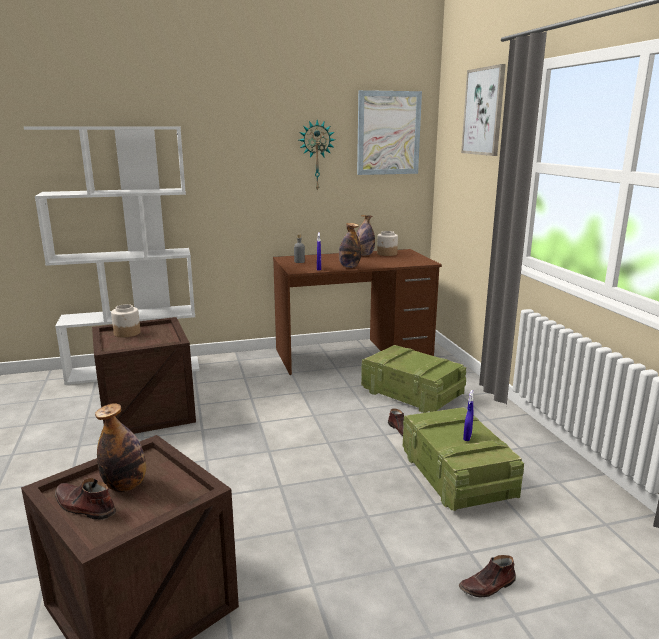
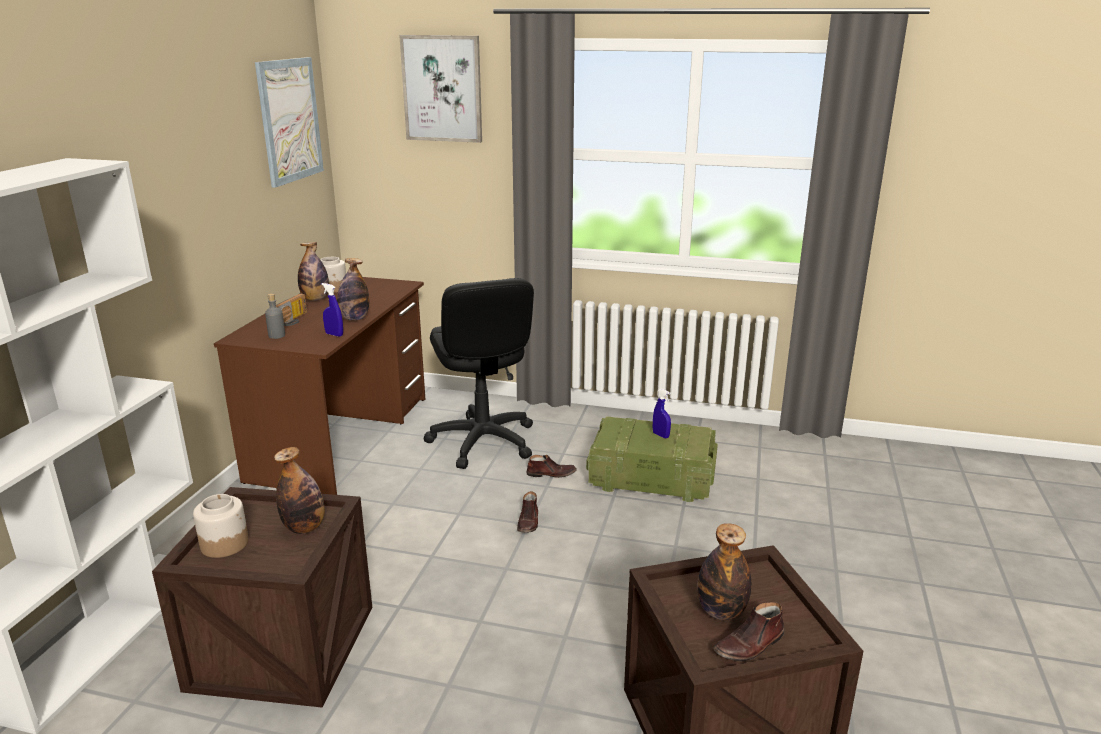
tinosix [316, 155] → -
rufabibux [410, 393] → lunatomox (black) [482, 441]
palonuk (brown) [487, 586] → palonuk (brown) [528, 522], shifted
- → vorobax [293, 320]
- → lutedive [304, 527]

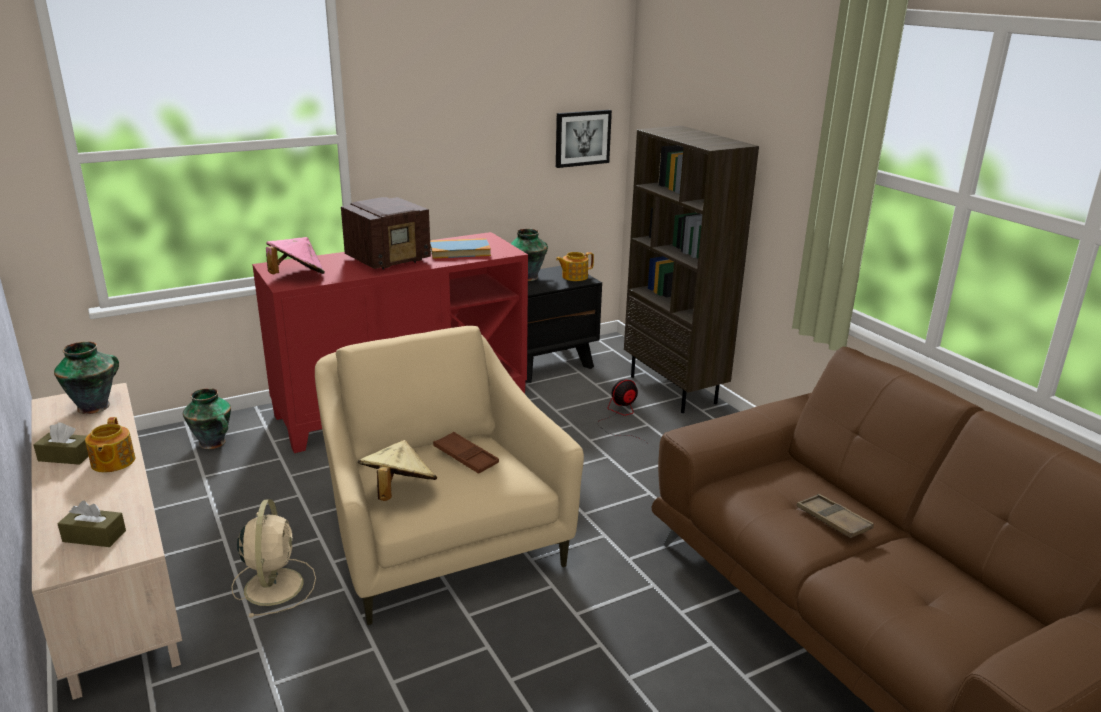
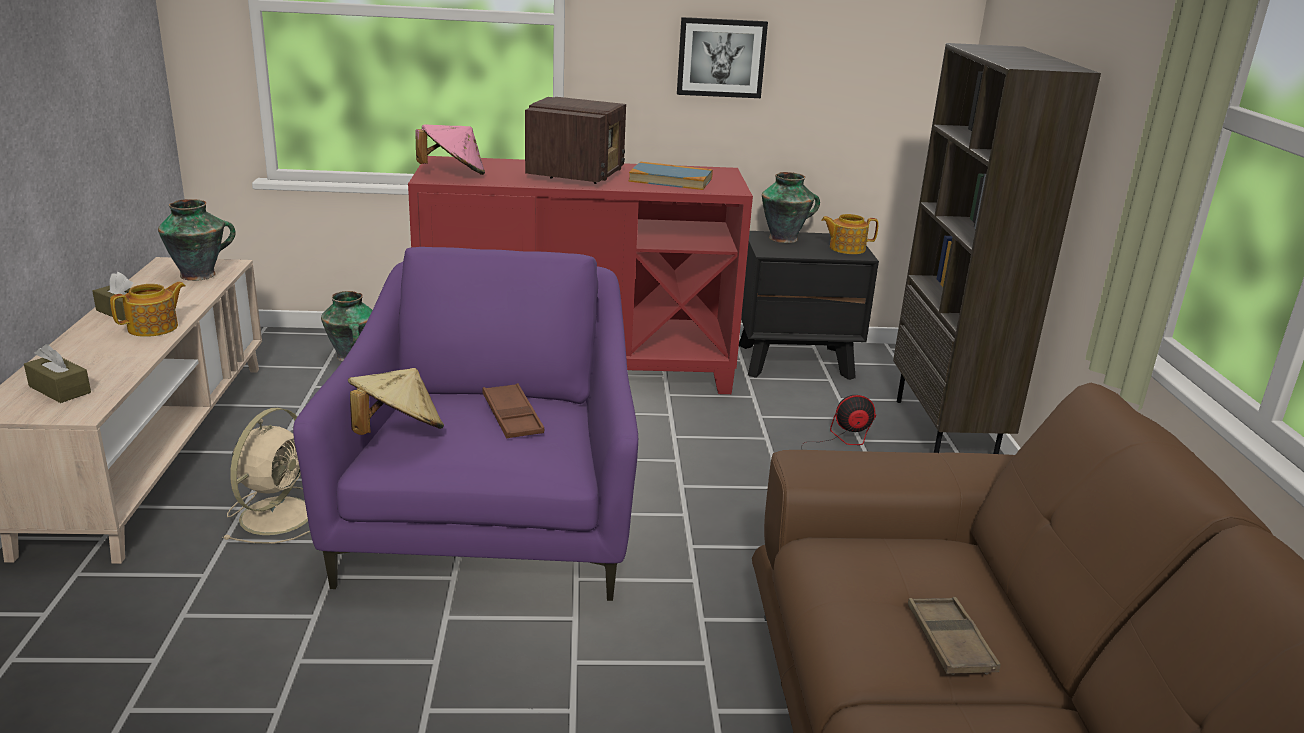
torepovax [582, 138] → torepovax [721, 57], shifted
vorobax [389, 259] → vorobax [577, 174], 60 degrees counterclockwise
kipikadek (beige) [439, 539] → kipikadek (purple) [491, 521]
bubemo [112, 462] → bubemo [154, 327], 150 degrees counterclockwise

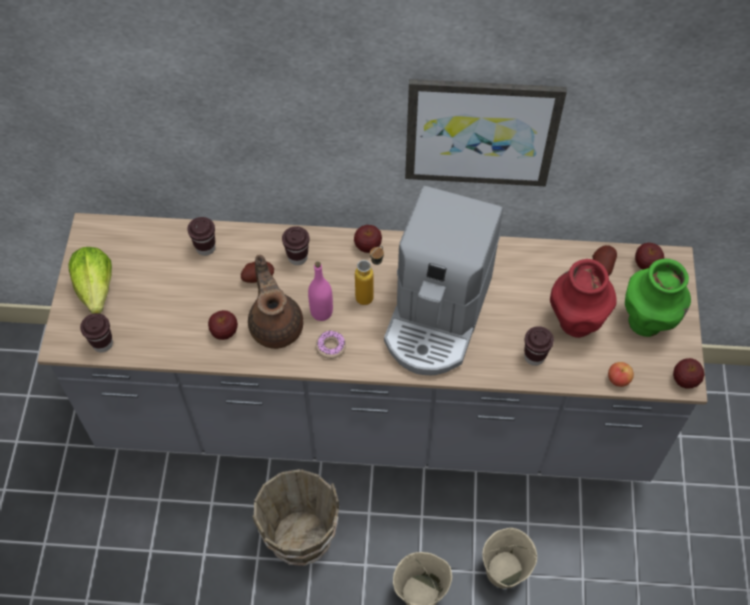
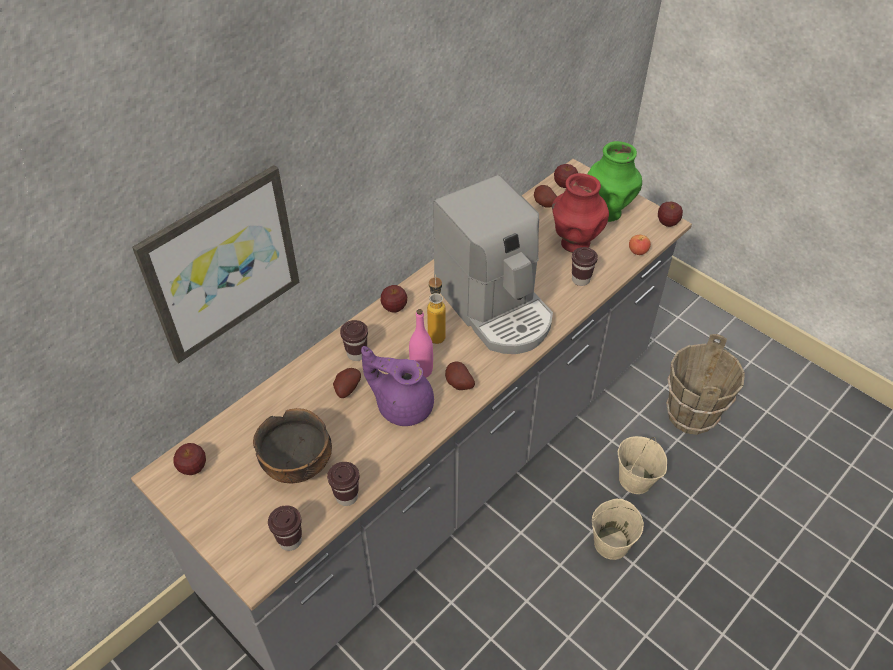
torepovax [481, 131] → torepovax [221, 263], shifted
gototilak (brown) [205, 248] → gototilak (brown) [346, 496], shifted
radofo [96, 288] → -
bubemo (brown) [276, 325] → bubemo (purple) [402, 405]
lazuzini [224, 332] → lazuzini [193, 467], shifted
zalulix [331, 347] → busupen [458, 384]
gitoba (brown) [300, 538] → gitoba (brown) [690, 415], shifted
- → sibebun [298, 464]

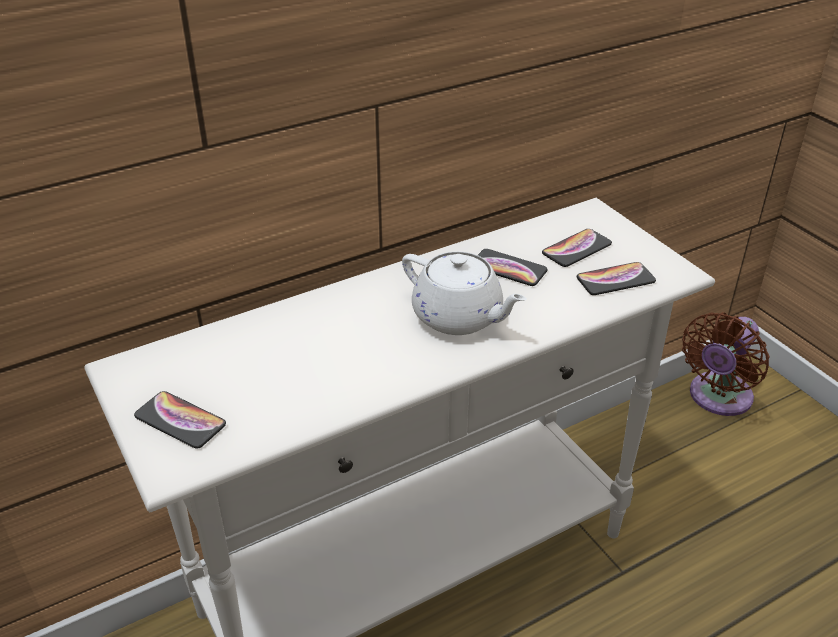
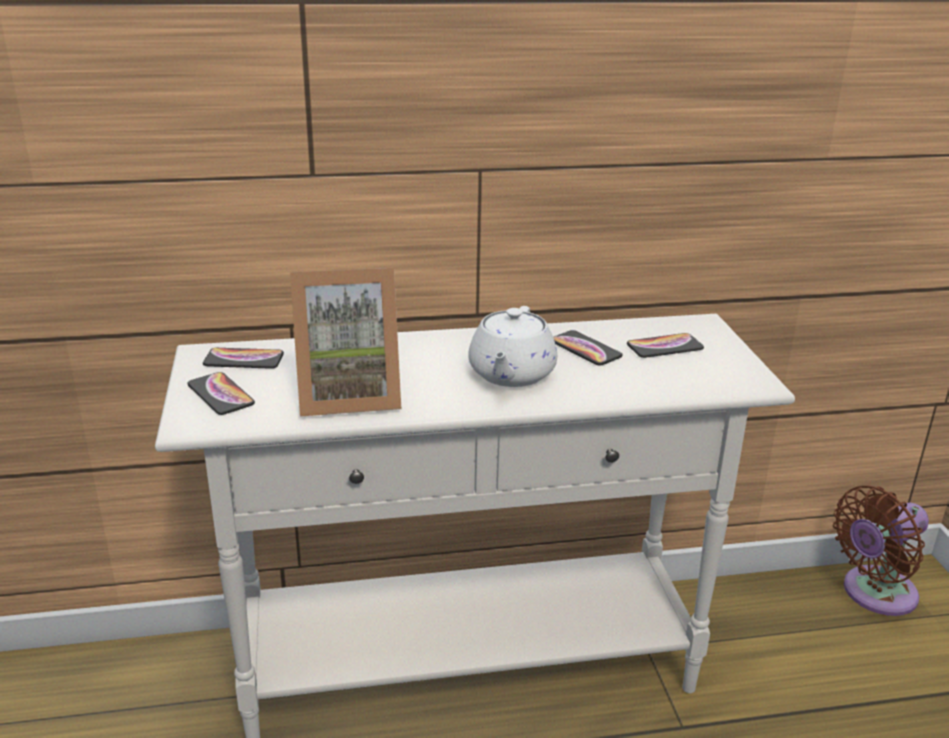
bubemo (white) [459, 317] → bubemo (white) [511, 374], 45 degrees clockwise
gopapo [615, 280] → gopapo [243, 360], shifted
- → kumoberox [348, 395]

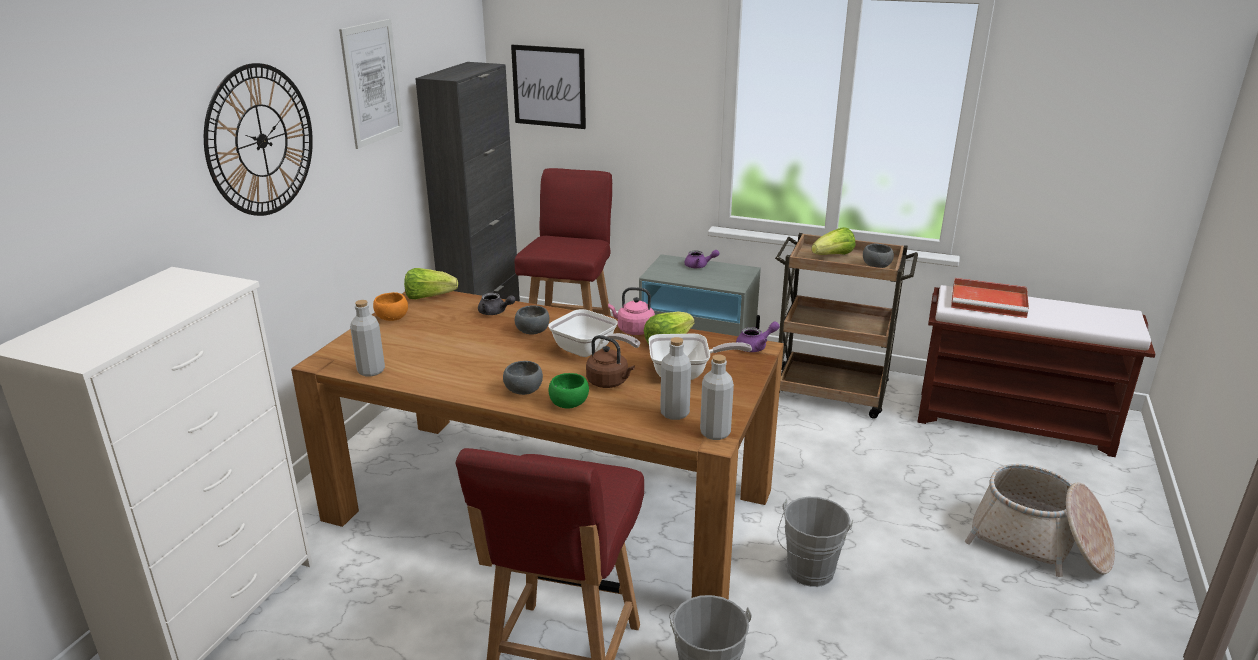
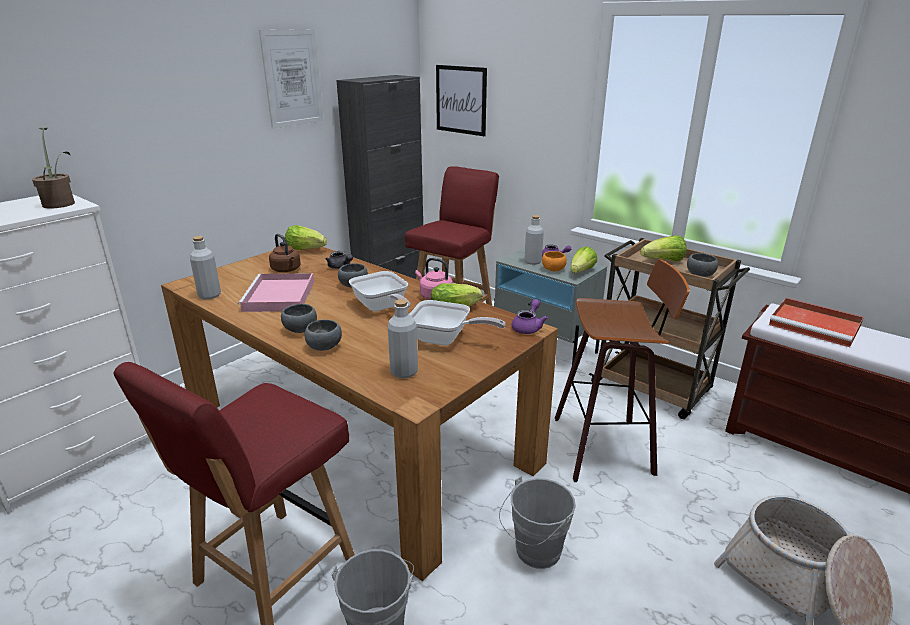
tinosix [261, 140] → -
sibebun (orange) [391, 318] → sibebun (orange) [552, 269], shifted
bubemo (purple) [755, 347] → bubemo (purple) [528, 327], 60 degrees counterclockwise
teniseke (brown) [609, 382] → teniseke (brown) [286, 270], shifted
lutedive (grey) [715, 433] → lutedive (grey) [532, 262], shifted
sibebun (green) [570, 404] → sibebun (grey) [325, 347]
- → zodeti [60, 203]
- → radofo [581, 271]
- → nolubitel [606, 446]
- → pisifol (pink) [279, 296]

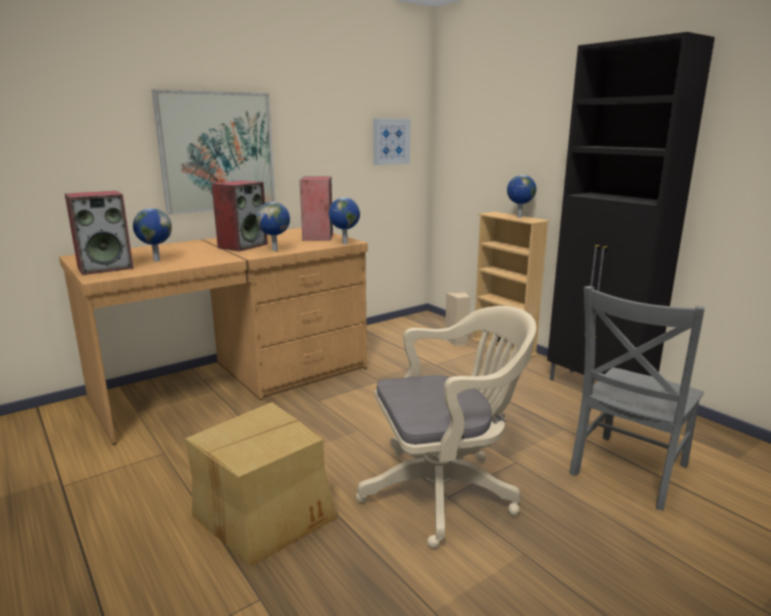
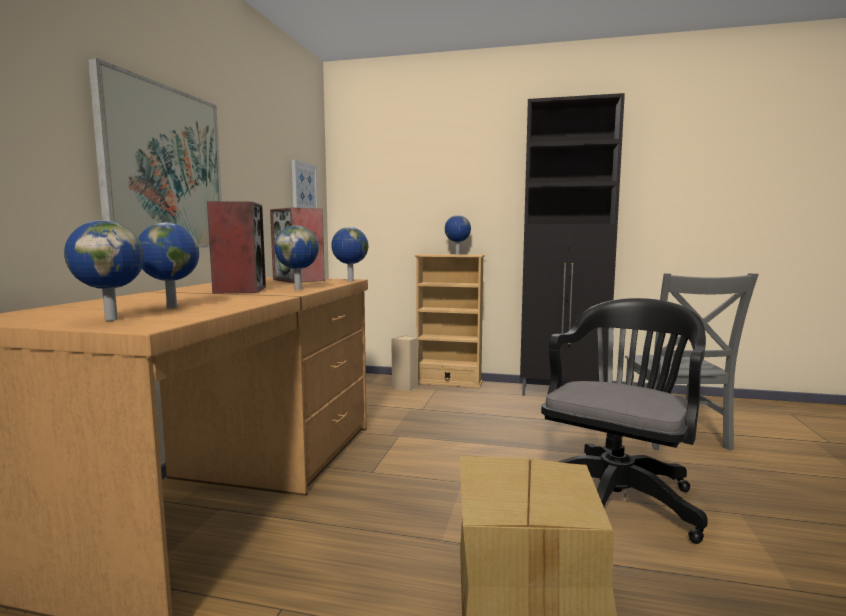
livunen [106, 267] → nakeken [112, 319]
lunatomox (beige) [445, 491] → lunatomox (black) [617, 497]

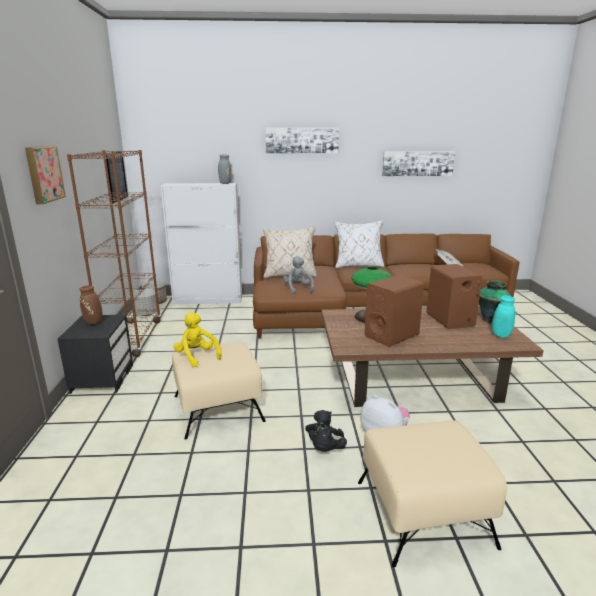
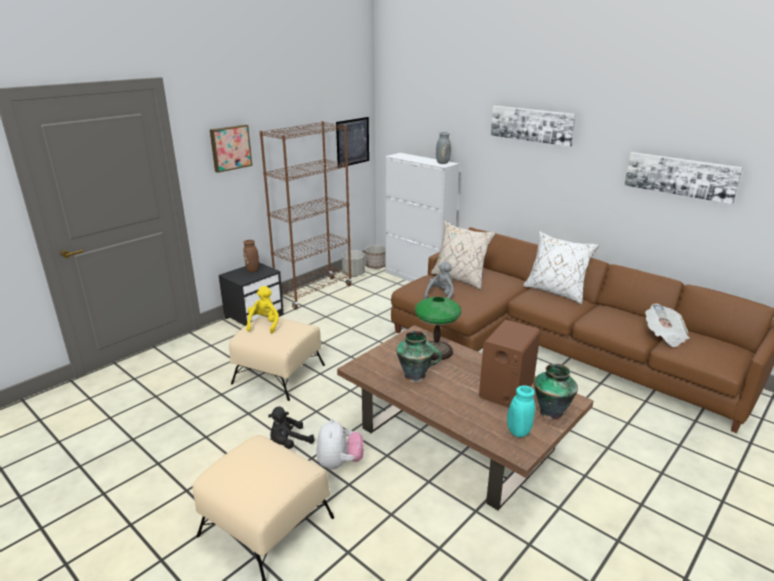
livunen (brown) [391, 335] → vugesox [416, 376]

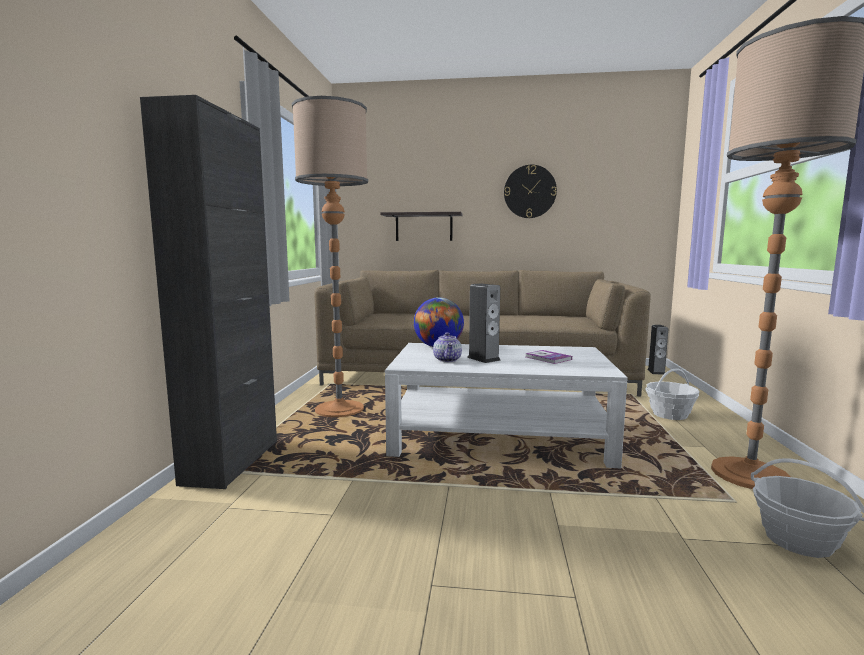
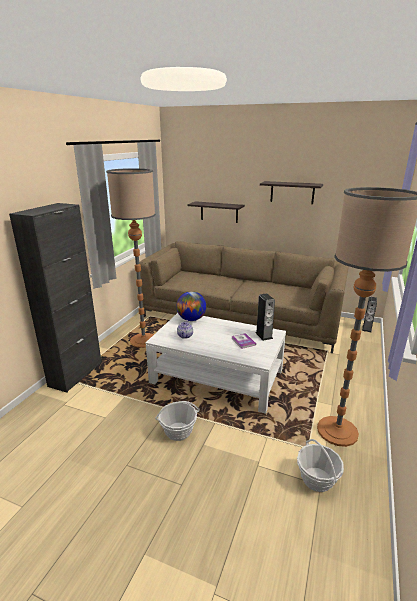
tinosix [530, 191] → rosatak [292, 192]
livunen [483, 358] → livunen [264, 335], shifted
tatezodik [670, 414] → tatezodik [178, 431], shifted

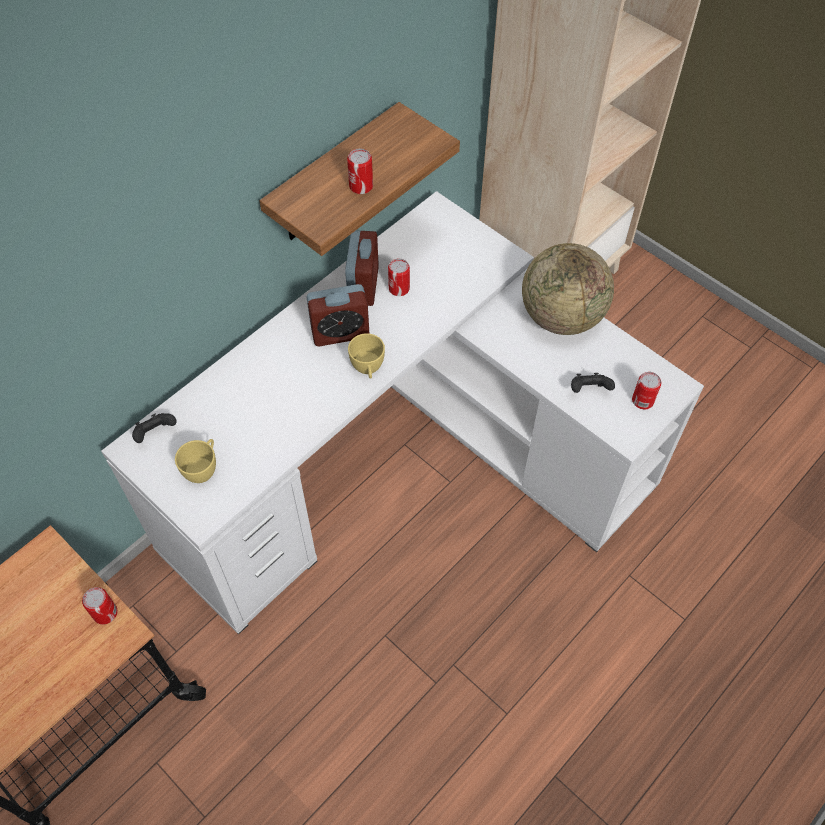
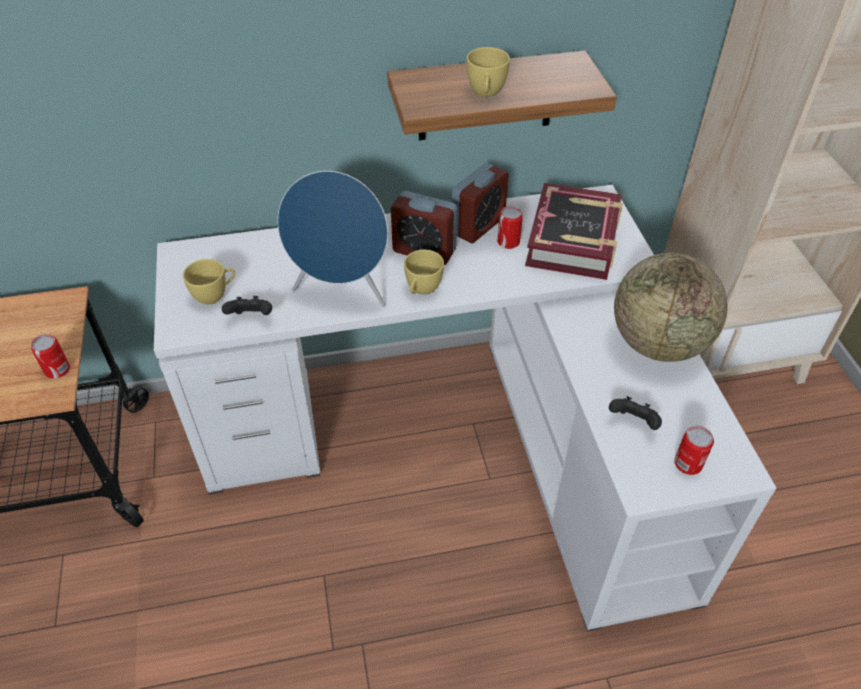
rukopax [361, 186] → gototilak (yellow) [486, 93]
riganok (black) [155, 433] → riganok (black) [251, 318], shifted
- → livunen (blue) [342, 291]
- → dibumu [574, 240]

